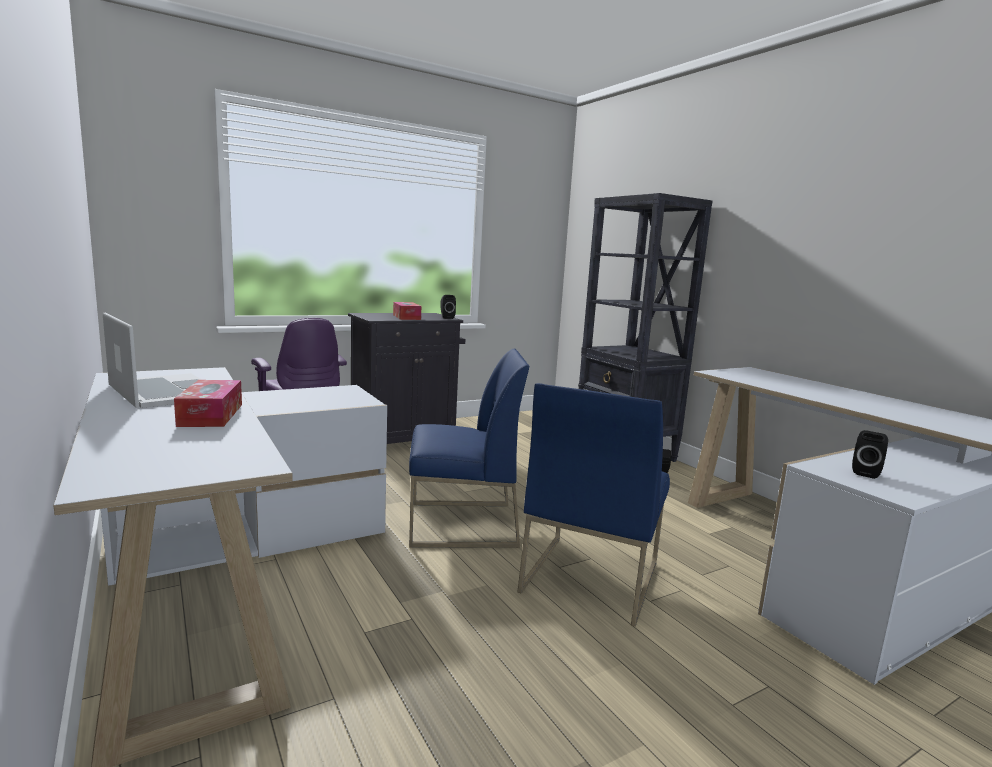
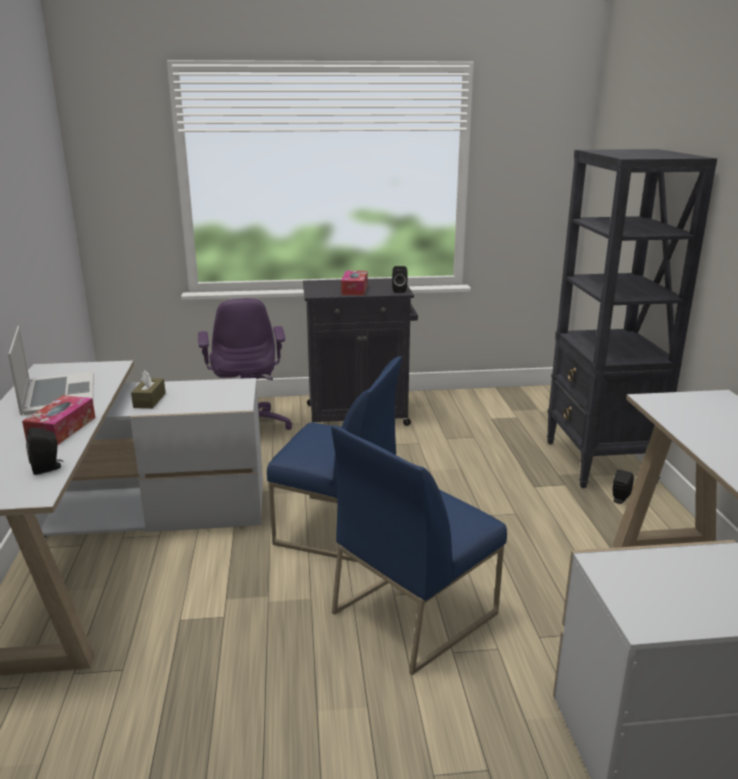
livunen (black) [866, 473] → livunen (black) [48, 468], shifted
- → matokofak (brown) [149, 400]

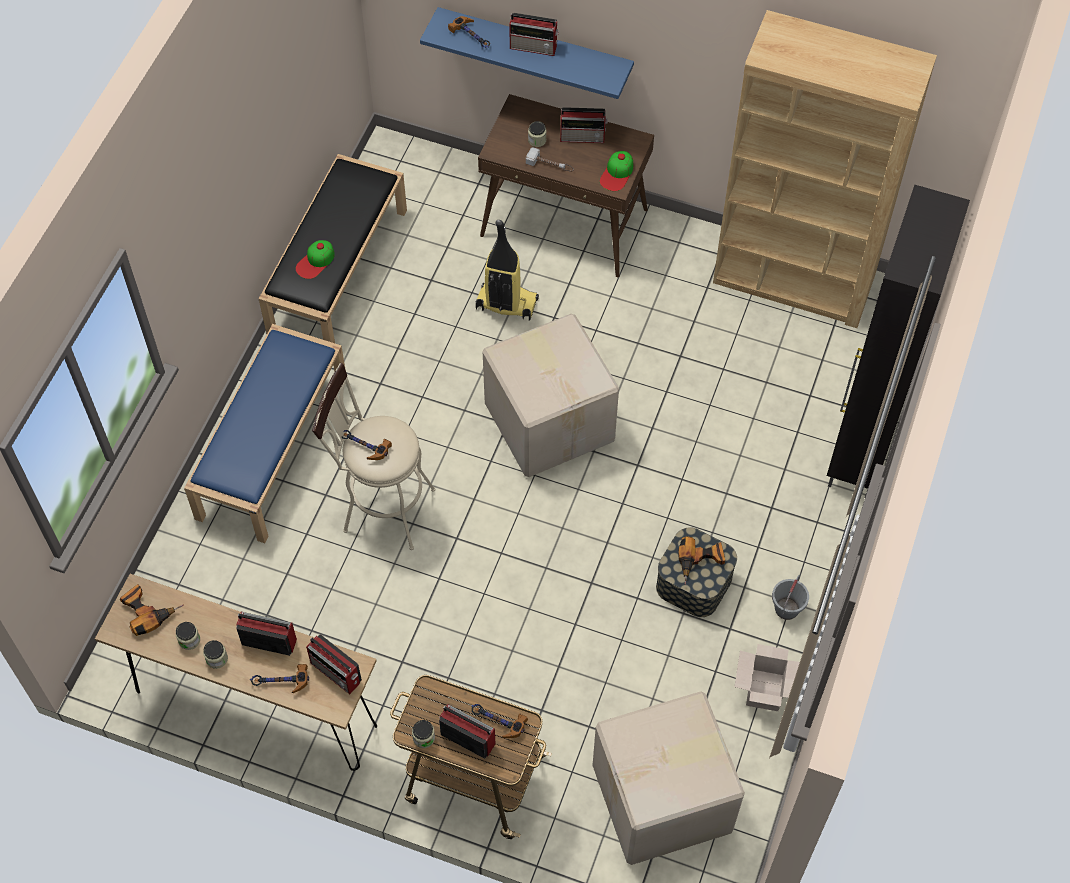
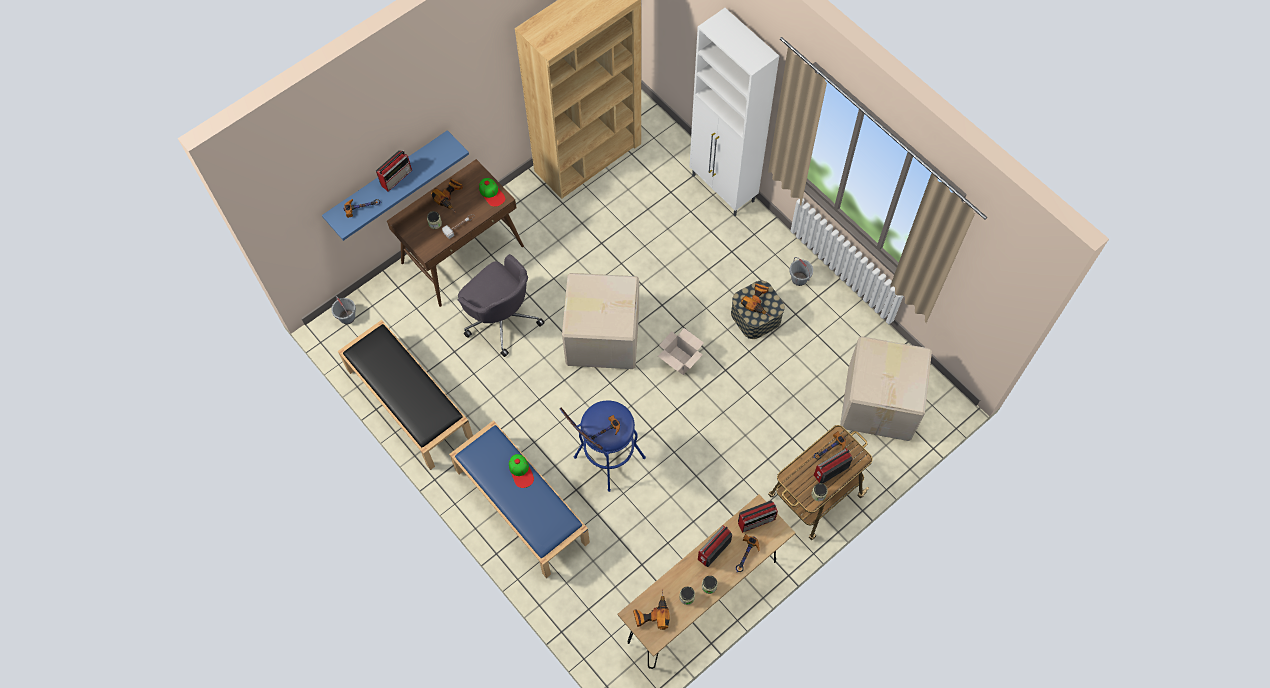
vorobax [583, 137] → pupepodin [450, 197]
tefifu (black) [859, 453] → tefifu (white) [723, 189]
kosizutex [505, 304] → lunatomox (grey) [501, 318]
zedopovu [315, 261] → zedopovu [521, 471], shifted
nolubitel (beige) [381, 508] → nolubitel (blue) [605, 461]
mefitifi [765, 691] → mefitifi [681, 360], shifted
- → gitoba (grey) [347, 317]

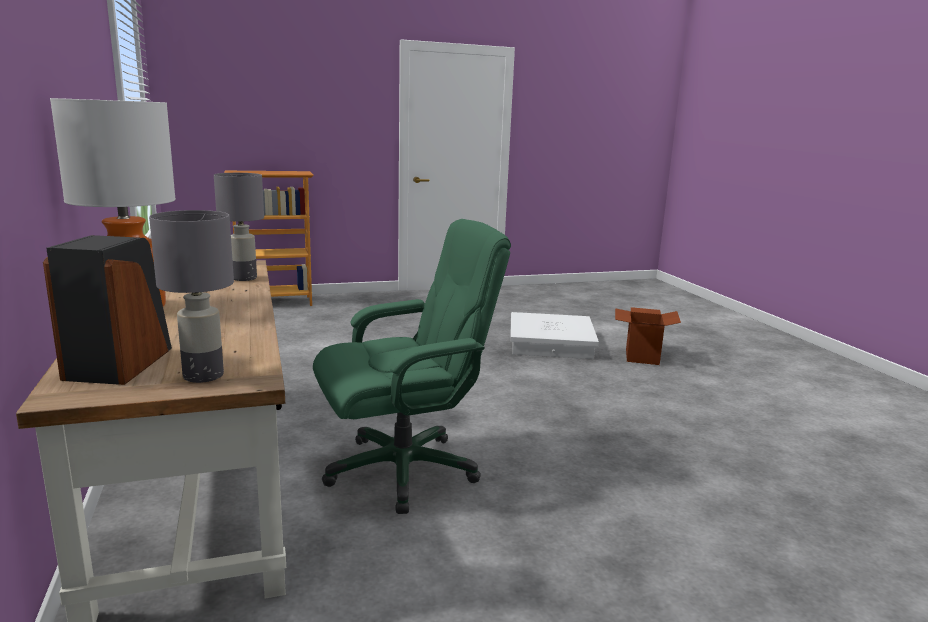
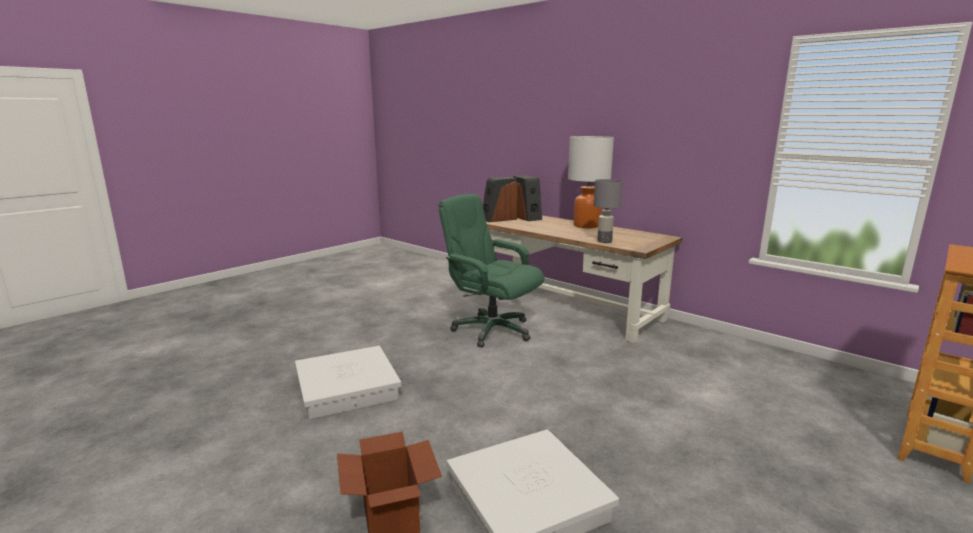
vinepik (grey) [203, 375] → livunen [498, 219]
lunatomox (green) [404, 470] → lunatomox (green) [491, 330], 90 degrees clockwise
- → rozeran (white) [348, 388]

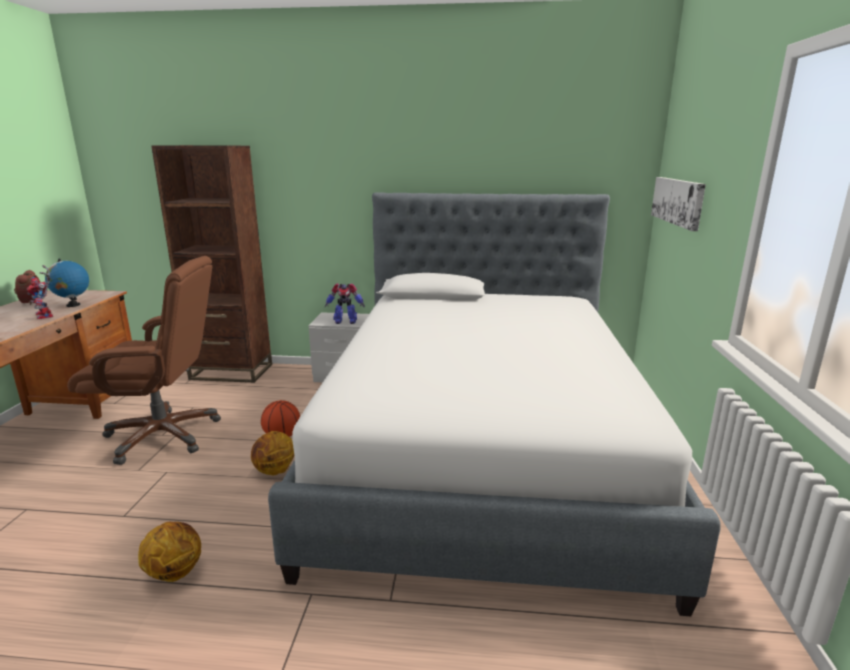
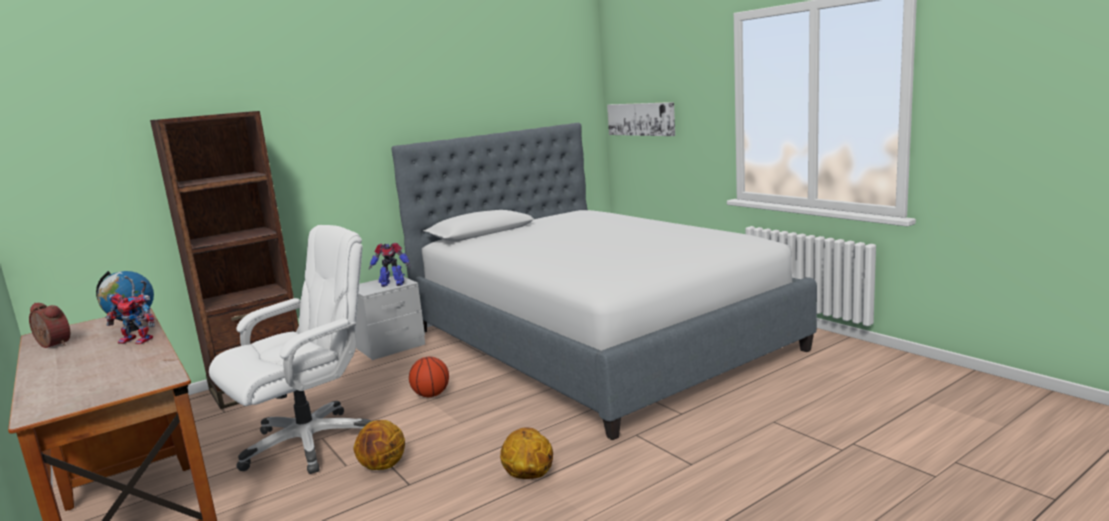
lunatomox (brown) [164, 435] → lunatomox (white) [309, 442]
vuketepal [345, 321] → vuketepal [392, 284], 45 degrees clockwise
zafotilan [275, 471] → zafotilan [383, 466], shifted

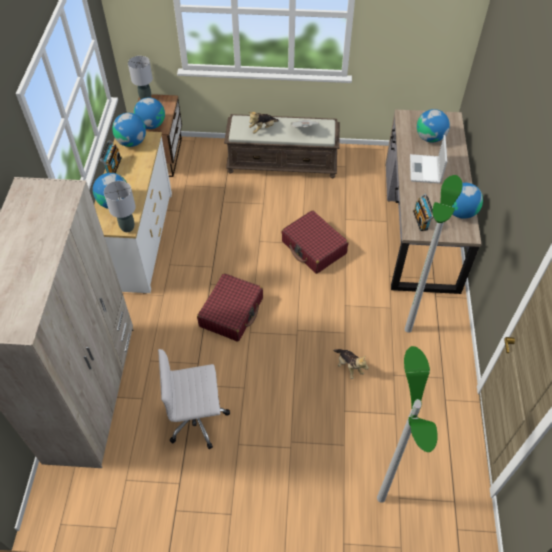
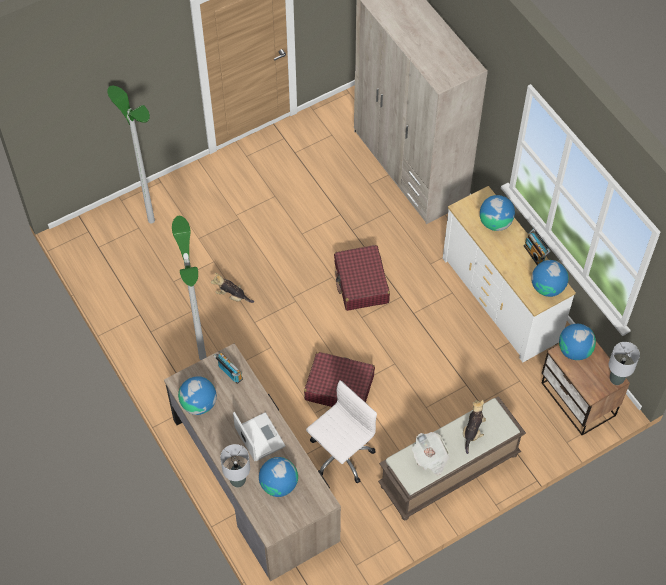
vinepik (grey) [127, 227] → vinepik (grey) [238, 481], shifted
lunatomox (white) [197, 418] → lunatomox (white) [340, 455], shifted

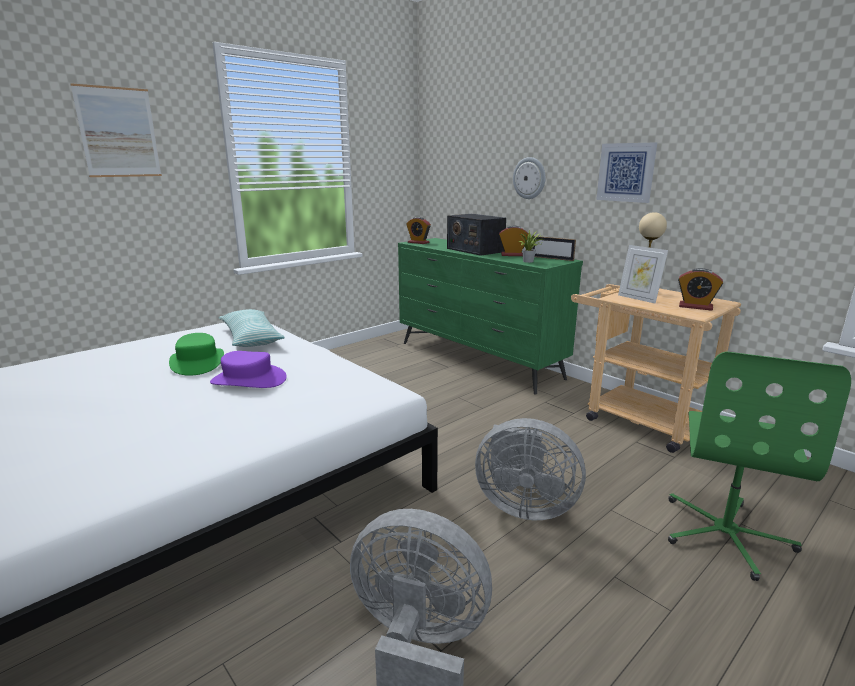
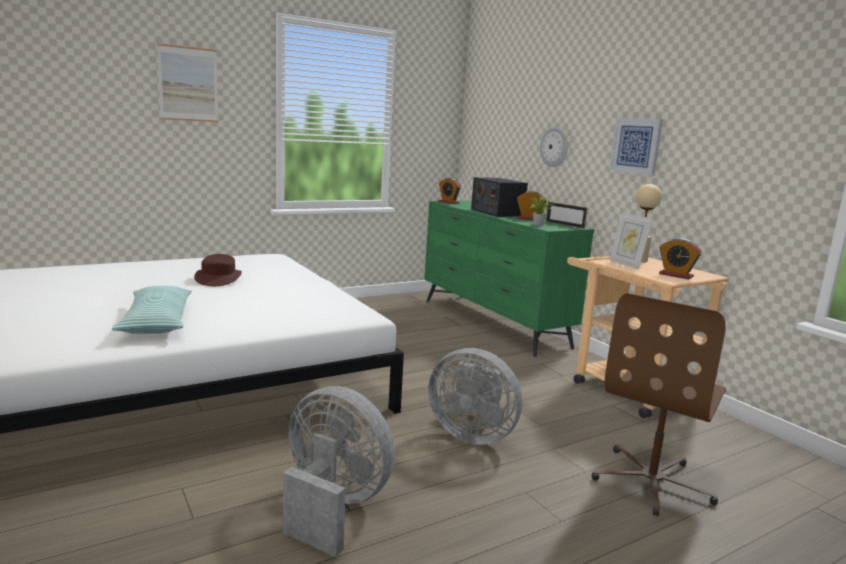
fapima [251, 338] → fapima [157, 322], shifted
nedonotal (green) [198, 362] → nedonotal (brown) [218, 278]
nedonotal (purple) [248, 380] → -
lunatomox (green) [725, 534] → lunatomox (brown) [652, 482]

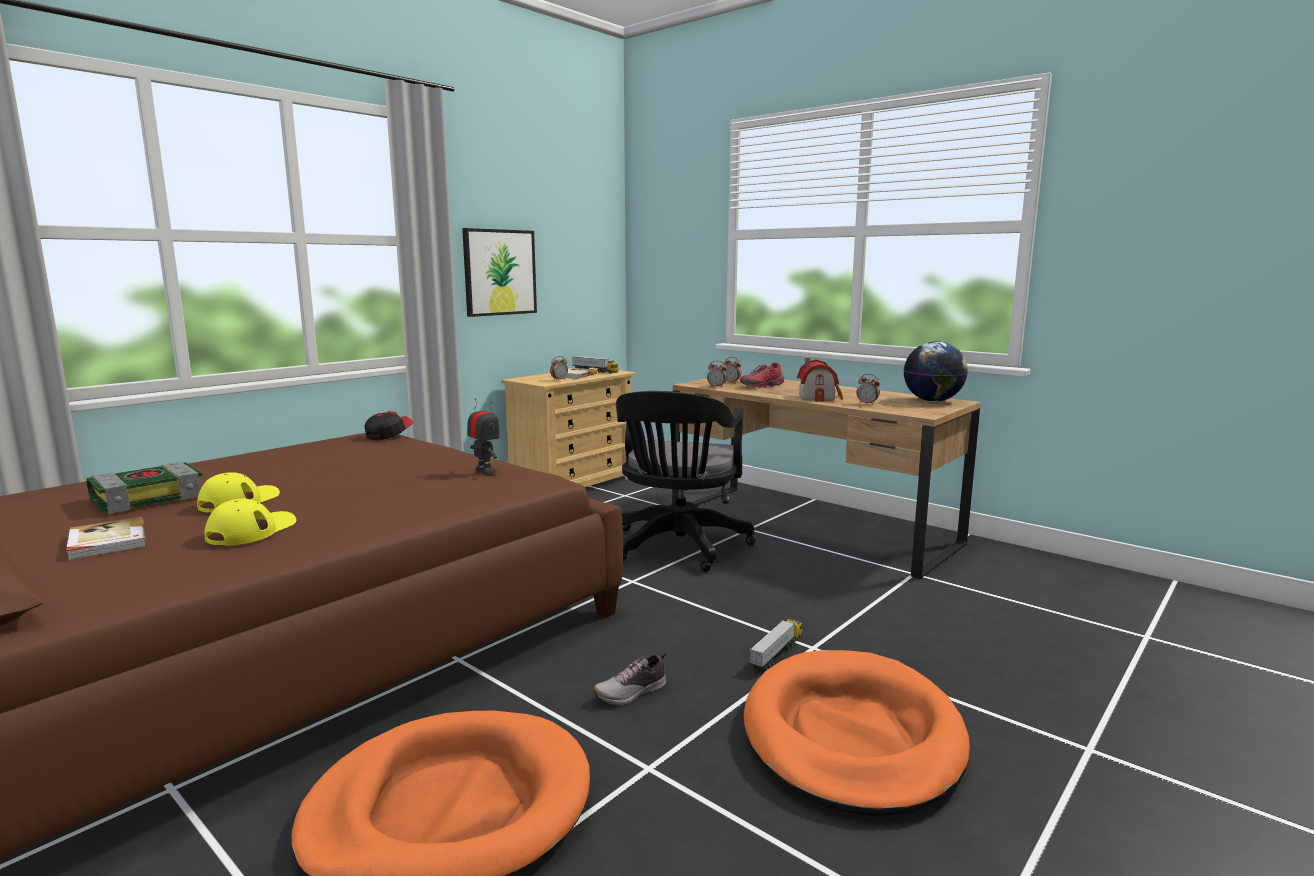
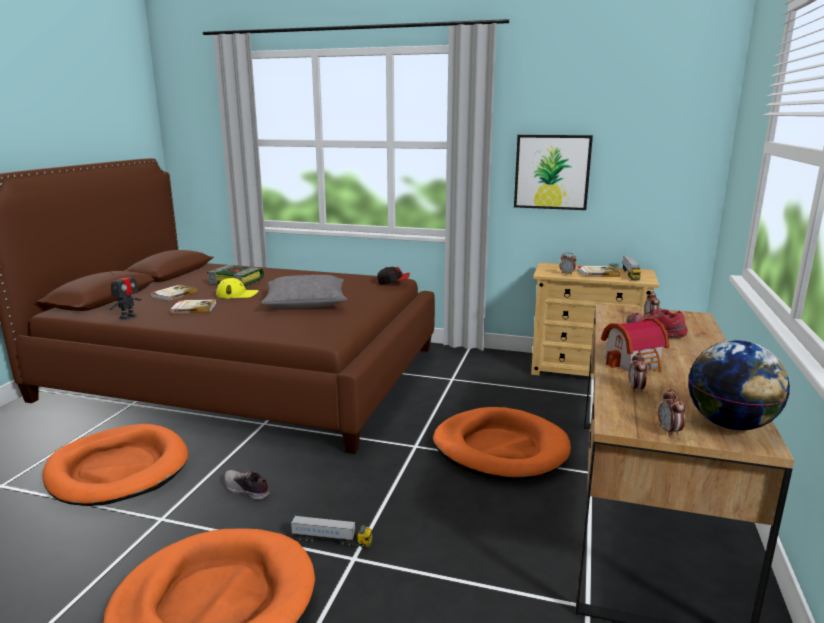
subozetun [716, 387] → subozetun [669, 431], shifted
lunatomox (black) [678, 548] → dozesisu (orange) [500, 449]
vuketepal [485, 471] → vuketepal [128, 317], shifted
zedopovu (yellow) [251, 530] → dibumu [194, 308]
- → fapima (grey) [305, 302]

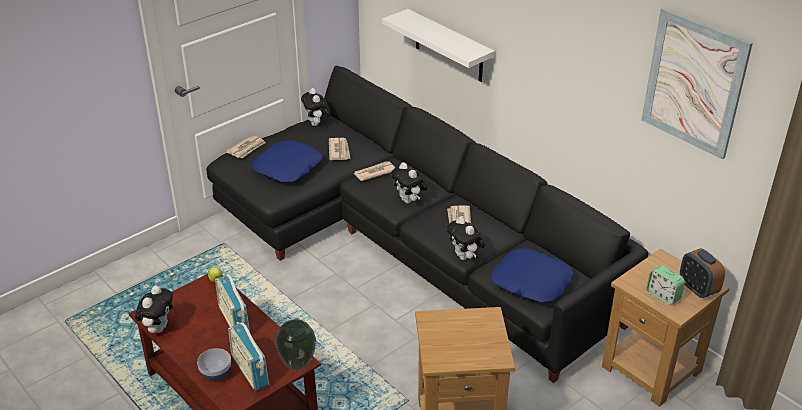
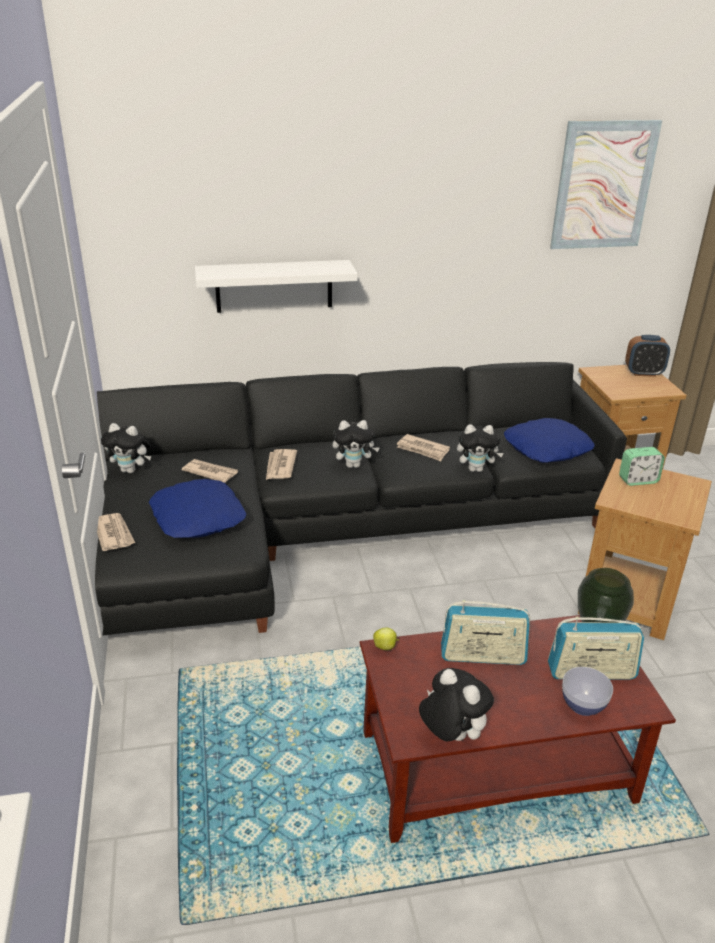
subozetun [663, 296] → subozetun [638, 480], shifted

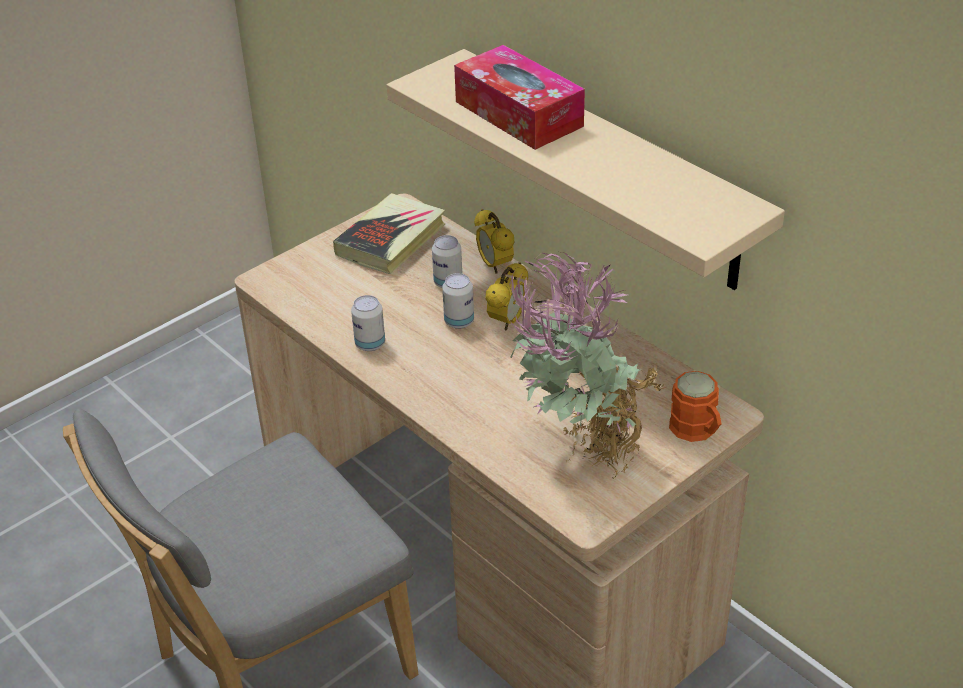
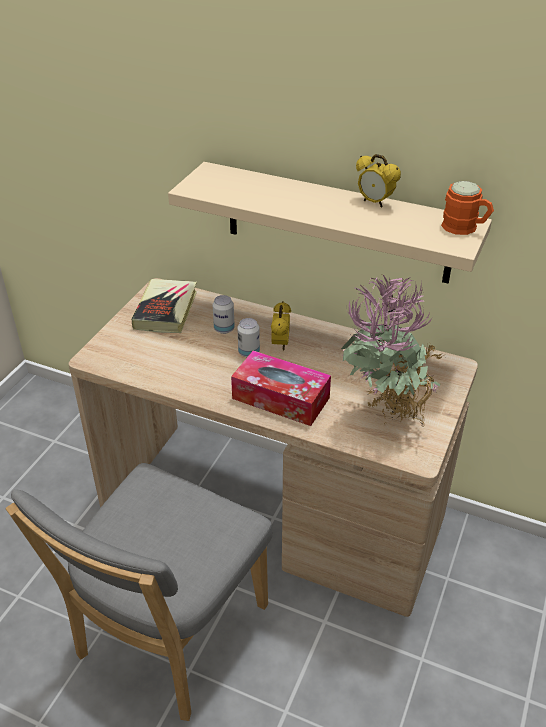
matokofak [518, 114] → matokofak [281, 398], shifted
subozetun [494, 265] → subozetun [375, 202], shifted
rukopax [370, 344] → -
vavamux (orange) [697, 431] → vavamux (orange) [465, 228], shifted

